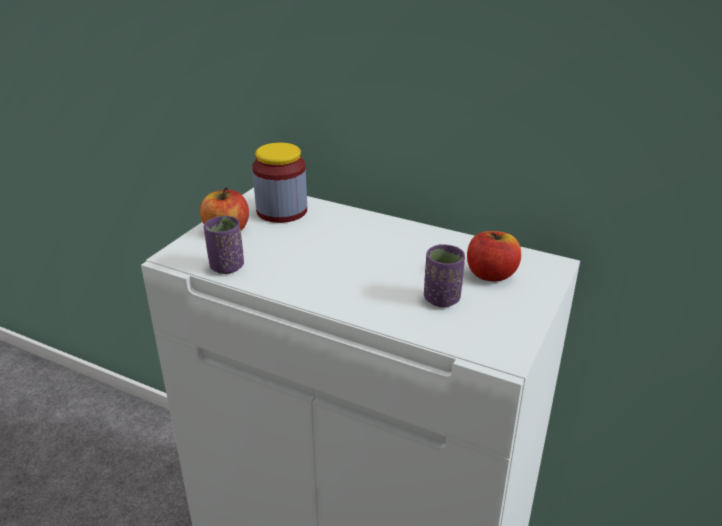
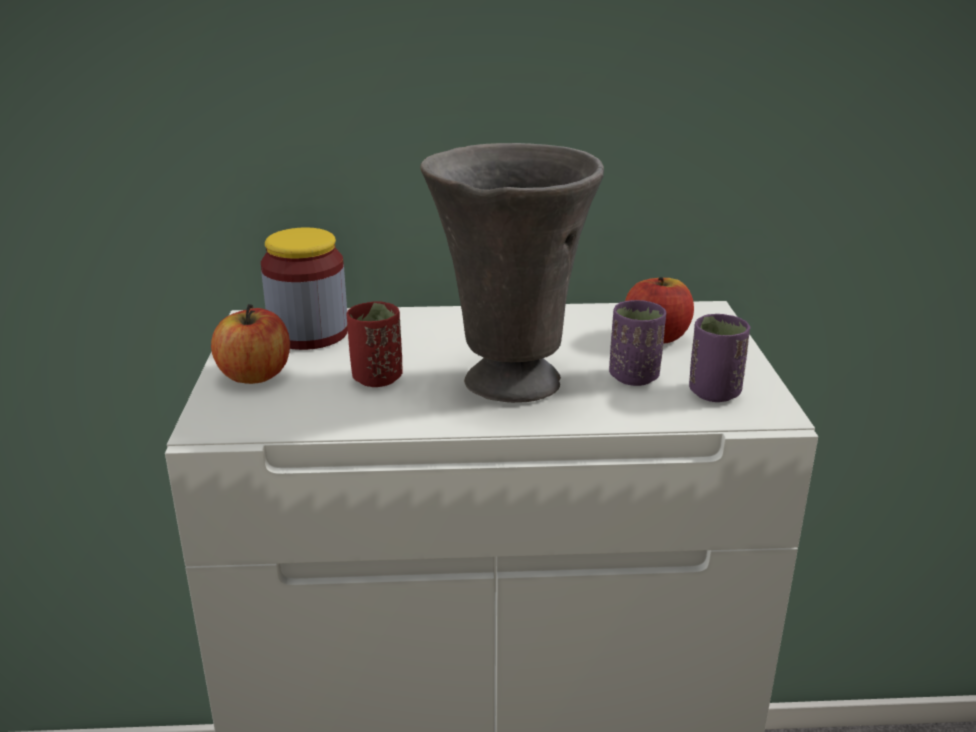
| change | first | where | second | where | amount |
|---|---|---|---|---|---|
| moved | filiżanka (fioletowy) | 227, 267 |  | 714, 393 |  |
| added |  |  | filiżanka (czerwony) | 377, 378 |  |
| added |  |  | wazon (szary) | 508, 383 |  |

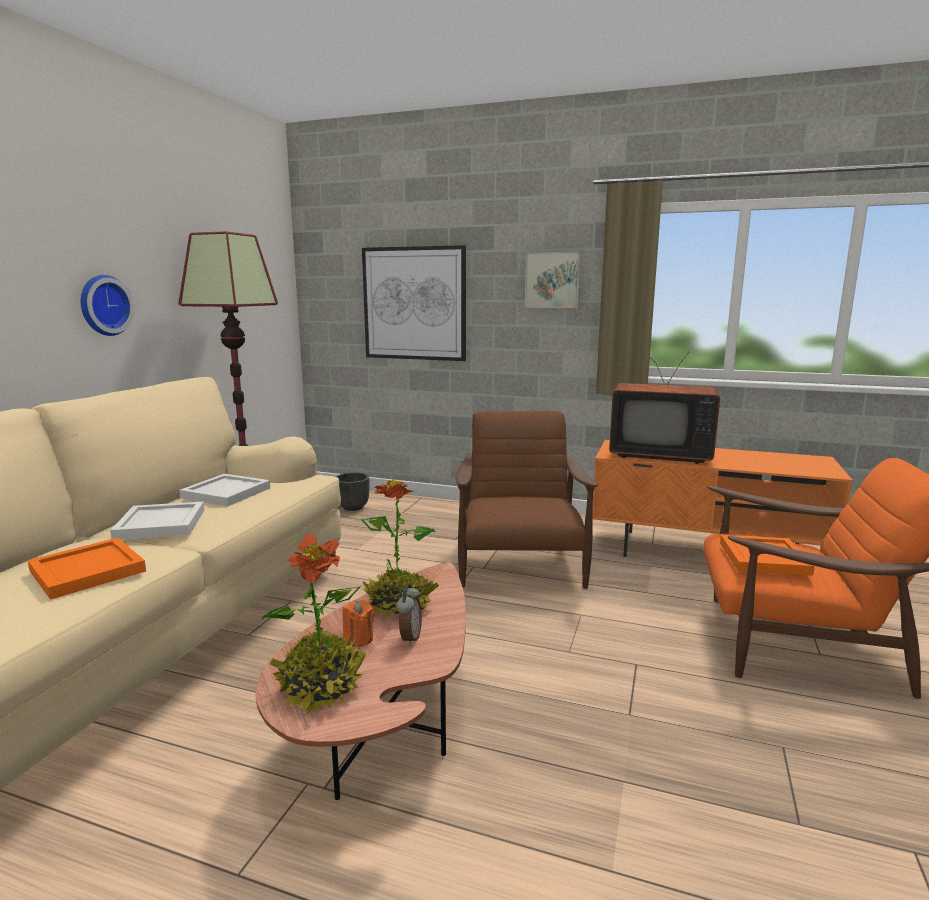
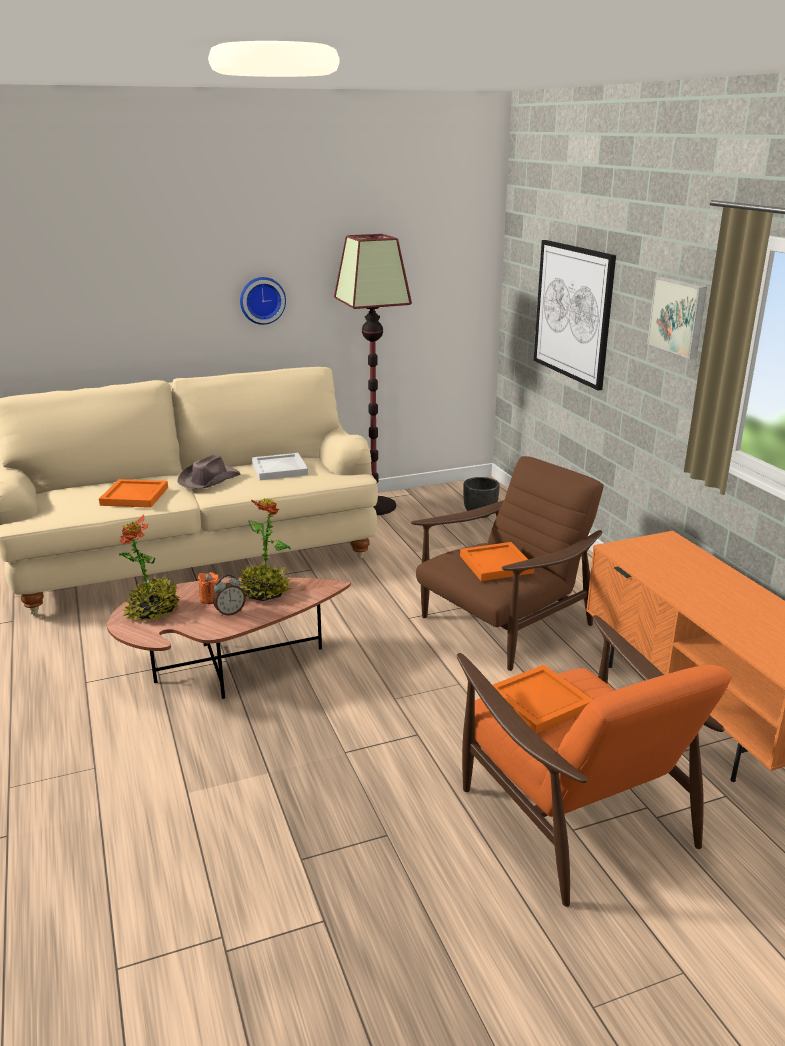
| change | first | where | second | where | amount |
|---|---|---|---|---|---|
| replaced | taca (biały) | 159, 524 | kapelusz (brązowy) | 208, 479 |  |
| removed | telewizor | 659, 454 |  |  |  |
| added |  |  | taca (pomarańczowy) | 496, 564 |  |

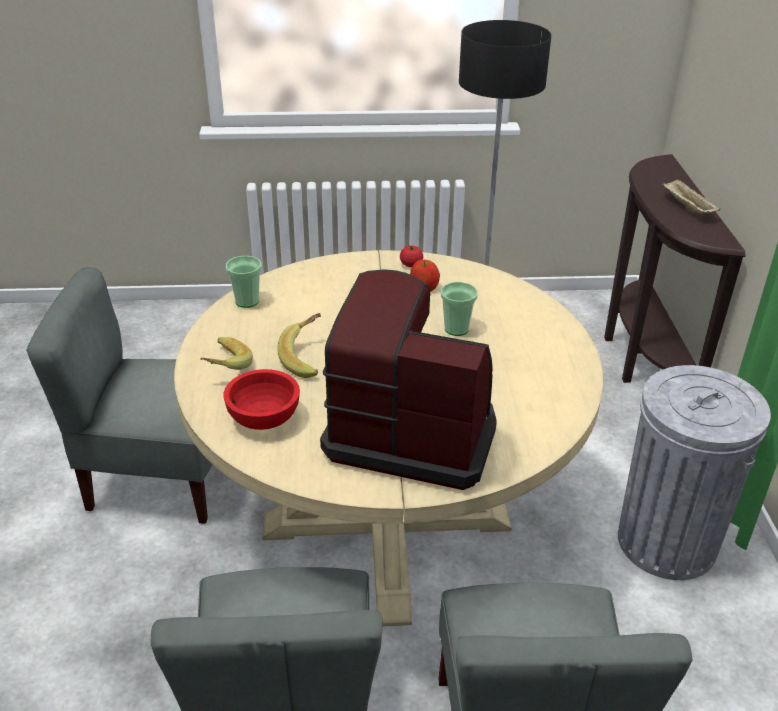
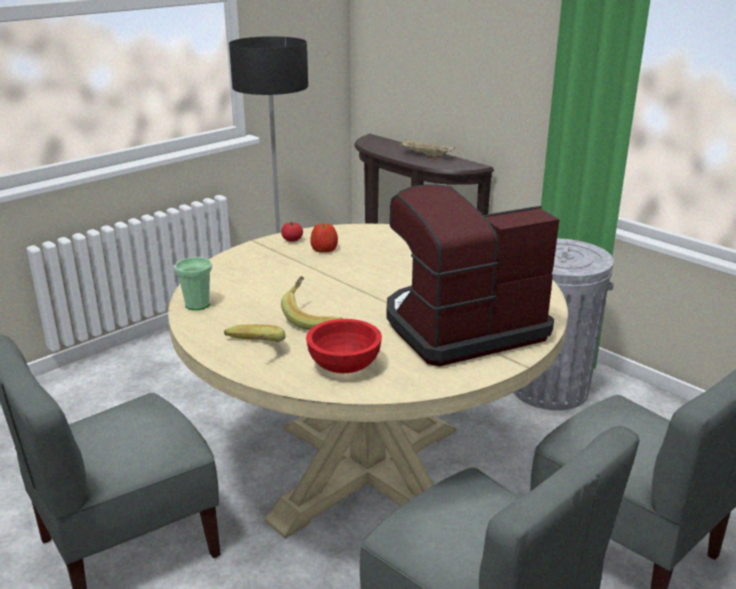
| change | first | where | second | where | amount |
|---|---|---|---|---|---|
| removed | filiżanka | 456, 329 |  |  |  |

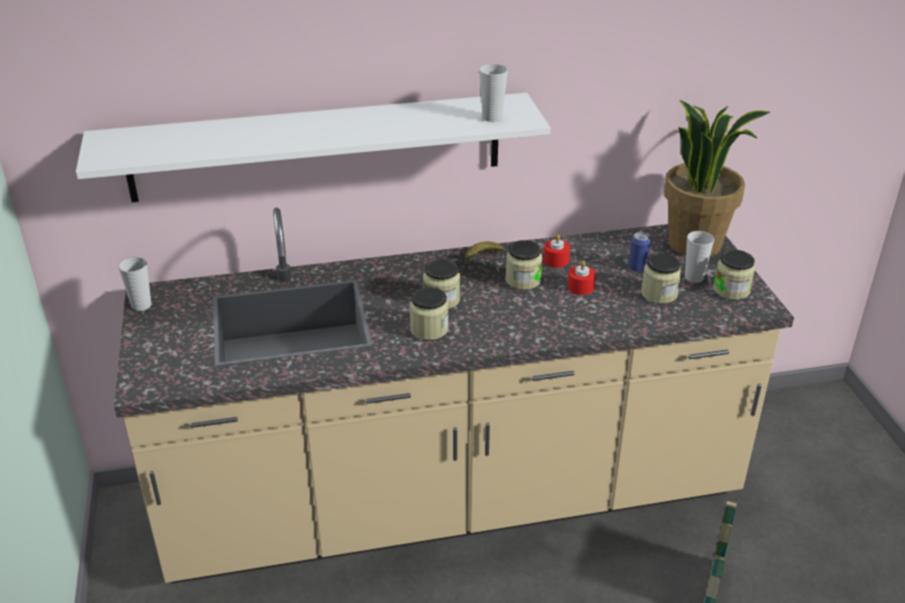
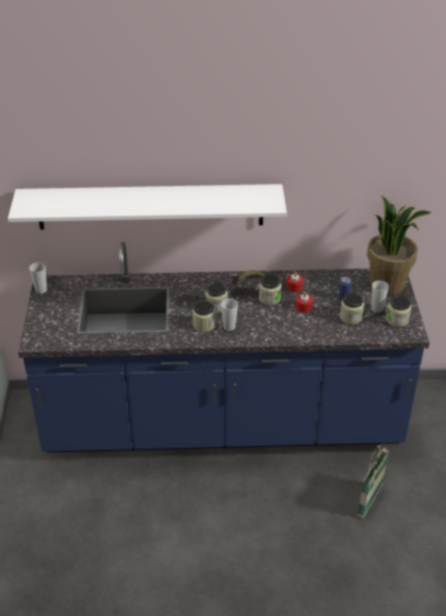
| change | first | where | second | where | amount |
|---|---|---|---|---|---|
| recoloured | zabudowa kuchenna (beżowy) | 452, 501 | zabudowa kuchenna (niebieski) | 223, 425 |  |
| moved | filiżanka | 492, 118 |  | 229, 327 |  |

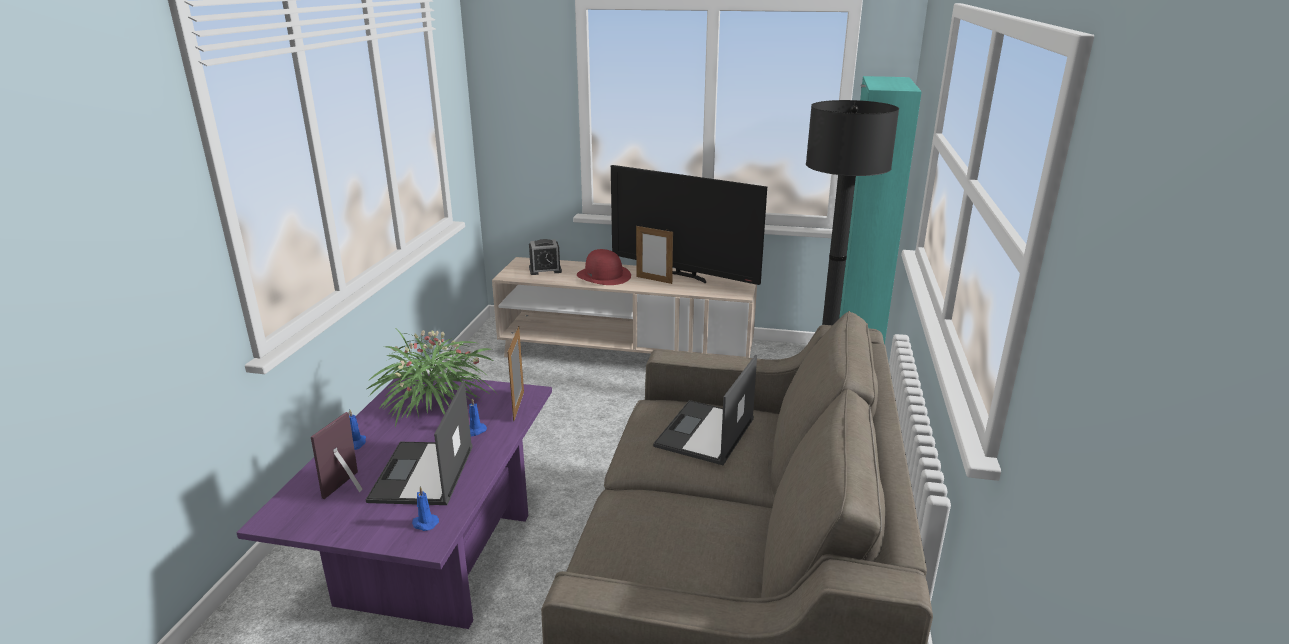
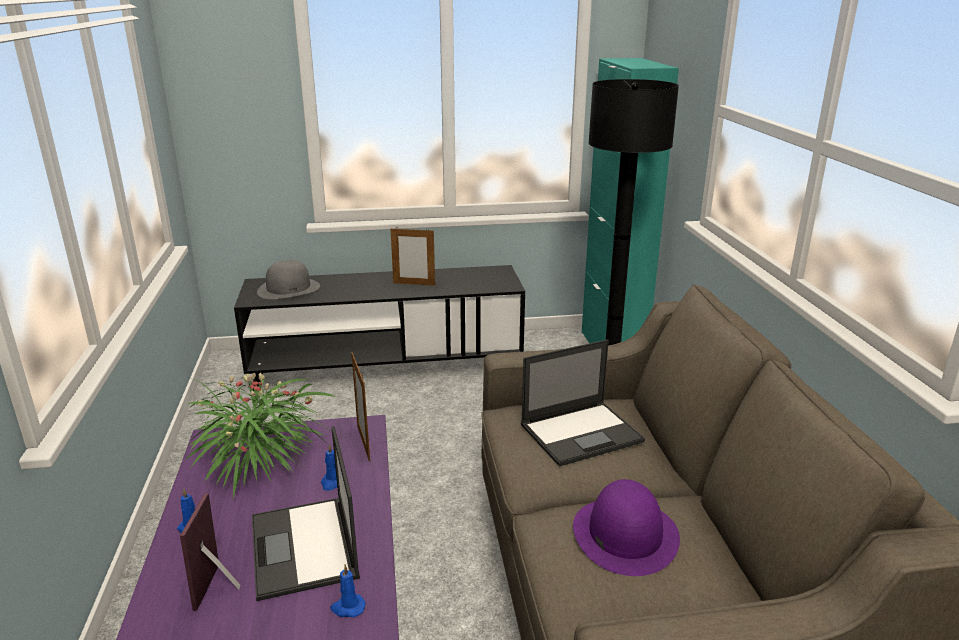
| change | first | where | second | where | amount |
|---|---|---|---|---|---|
| recoloured | szafka pod telewizor (beżowy) | 626, 354 | szafka pod telewizor (czarny) | 387, 367 |  |
| replaced | budzik | 545, 270 | kapelusz (szary) | 289, 288 |  |
| removed | kapelusz (czerwony) | 604, 275 |  |  |  |
| removed | telewizor | 684, 276 |  |  |  |
| turned | laptop | 705, 433 |  | 582, 433 | 120 degrees counterclockwise |
| added |  |  | kapelusz (fioletowy) | 624, 534 |  |

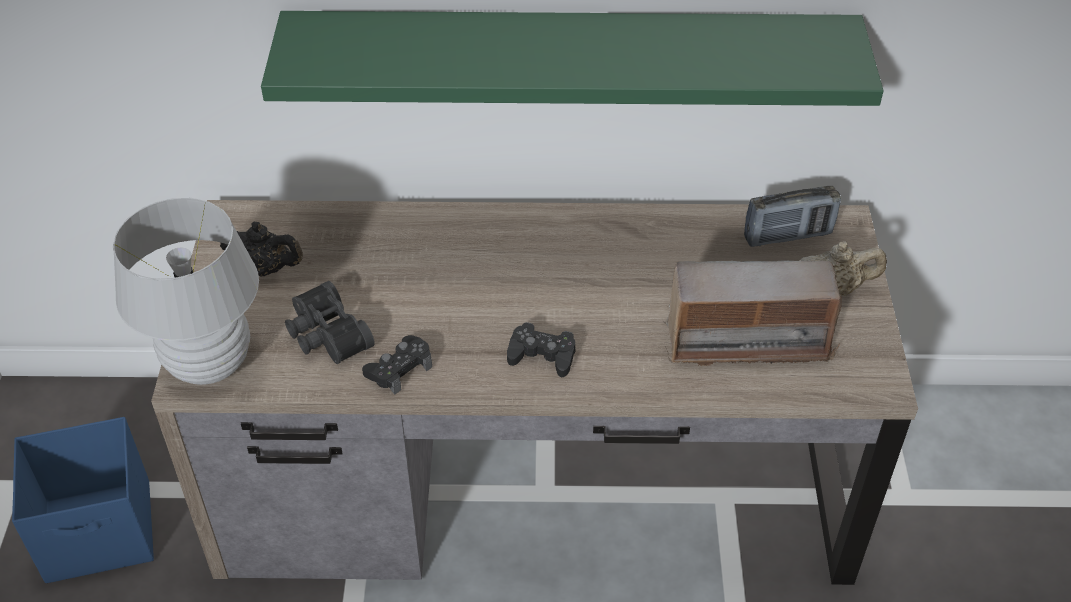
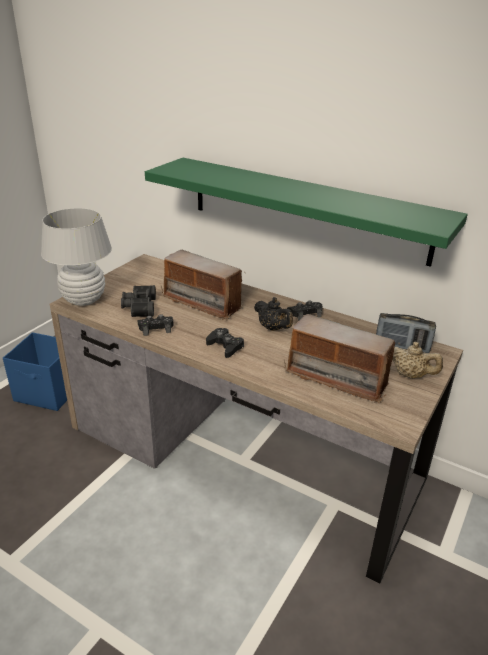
| change | first | where | second | where | amount |
|---|---|---|---|---|---|
| moved | imbryk (czarny) | 266, 268 |  | 273, 328 |  |
| added |  |  | radio | 203, 303 |  |
| added |  |  | pad do gier (czarny) | 305, 314 |  |

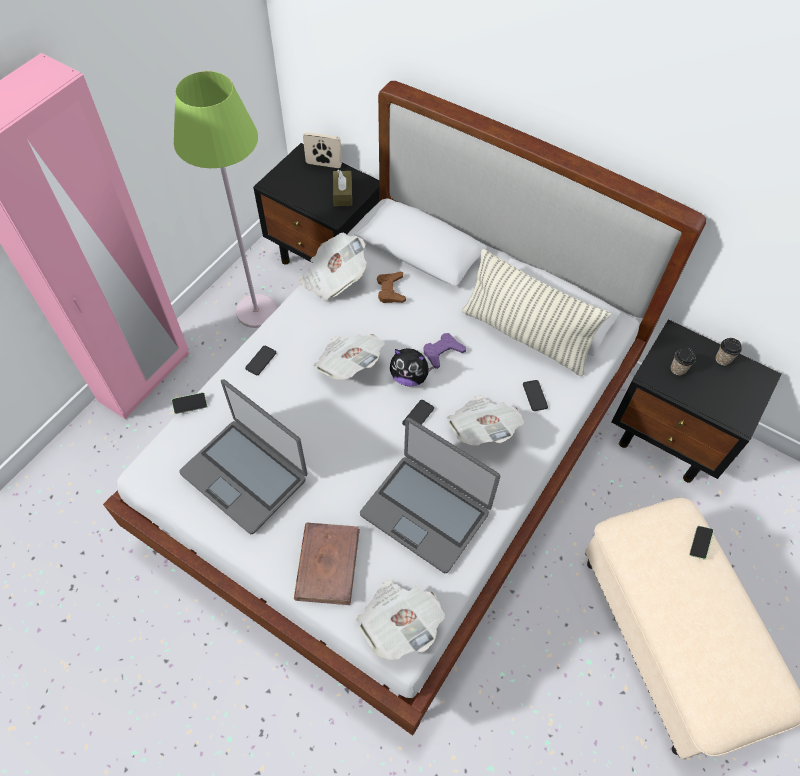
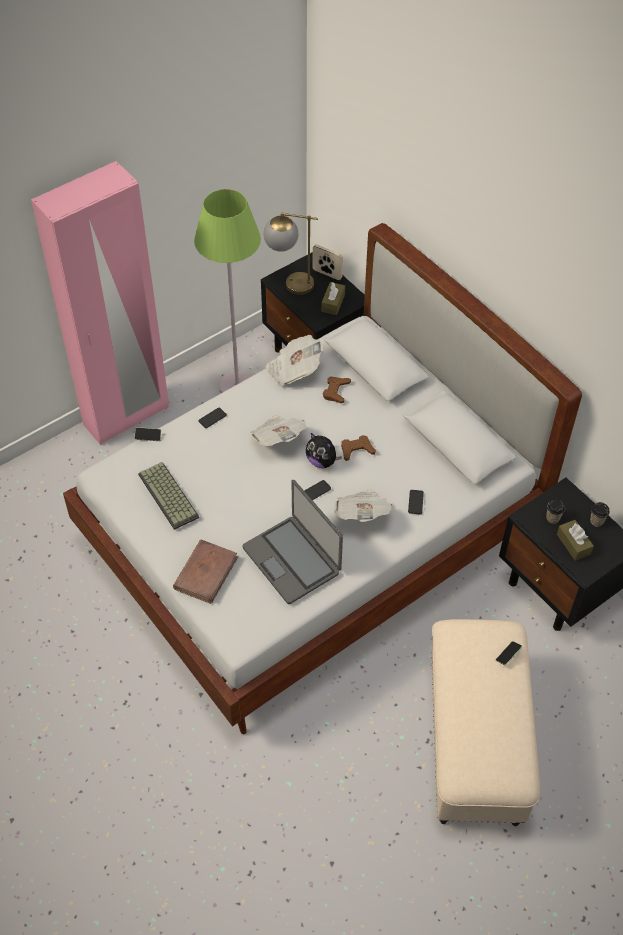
| change | first | where | second | where | amount |
|---|---|---|---|---|---|
| replaced | laptop | 245, 475 | klawiatura | 170, 496 |  |
| removed | gazeta | 399, 622 |  |  |  |
| recoloured | pad do gier (fioletowy) | 442, 352 | pad do gier (brązowy) | 356, 450 |  |
| removed | poduszka | 525, 336 |  |  |  |
| added |  |  | lampa stołowa | 289, 283 |  |
| added |  |  | pudełko chusteczek (brązowy) | 573, 544 |  |

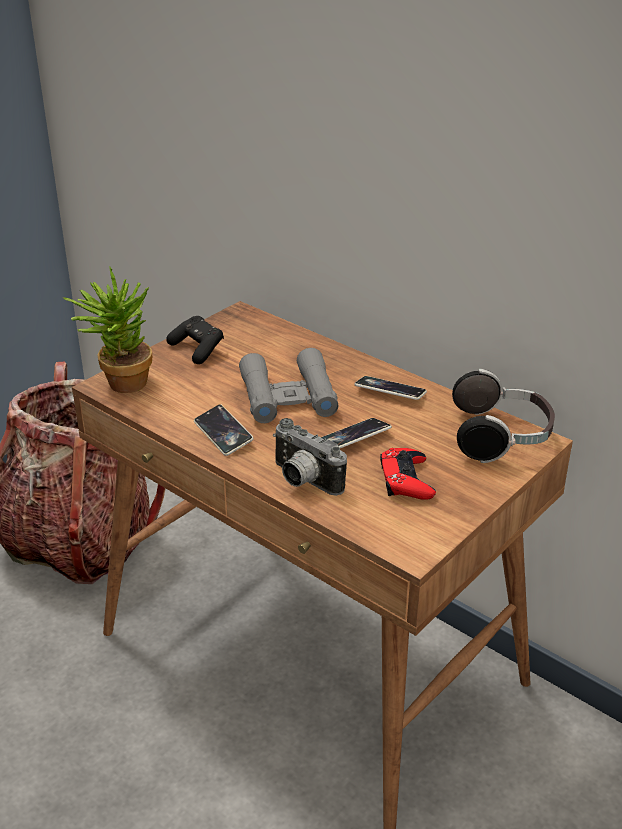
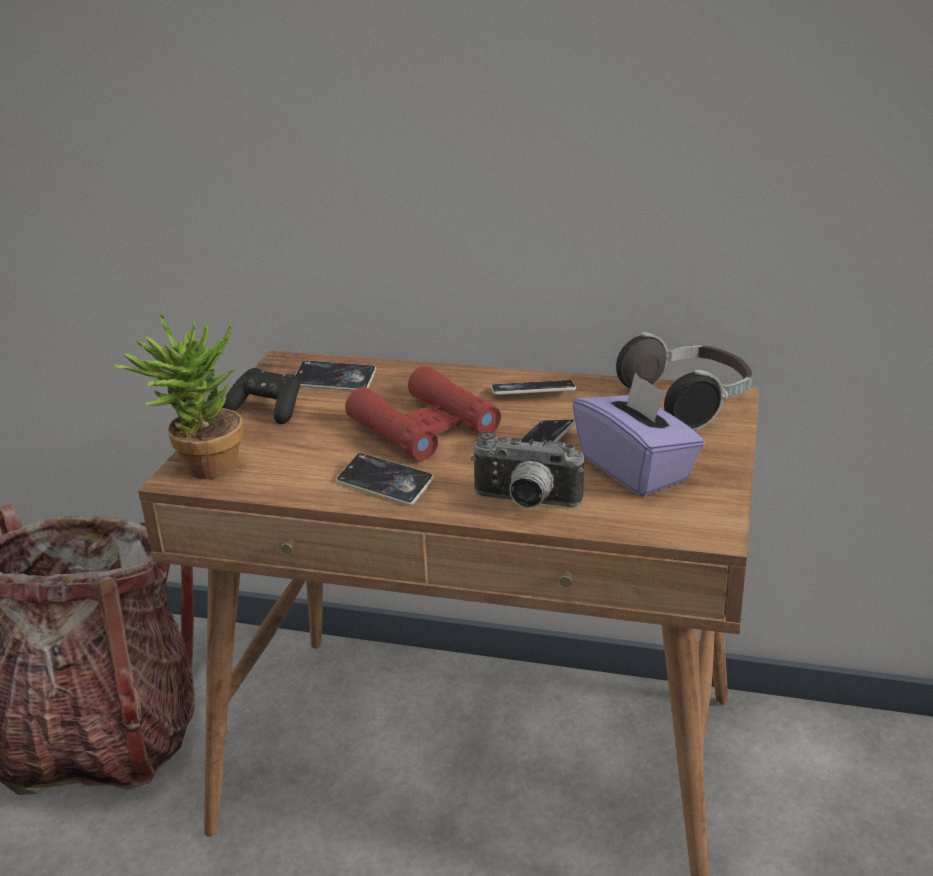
| change | first | where | second | where | amount |
|---|---|---|---|---|---|
| recoloured | lornetka (szary) | 288, 396 | lornetka (czerwony) | 424, 427 |  |
| replaced | pad do gier (czerwony) | 406, 480 | pudełko chusteczek (fioletowy) | 636, 469 |  |
| added |  |  | telefon | 334, 381 |  |

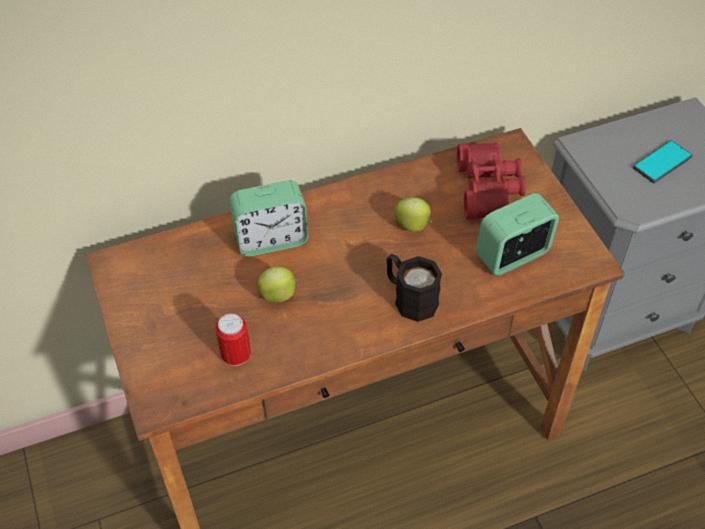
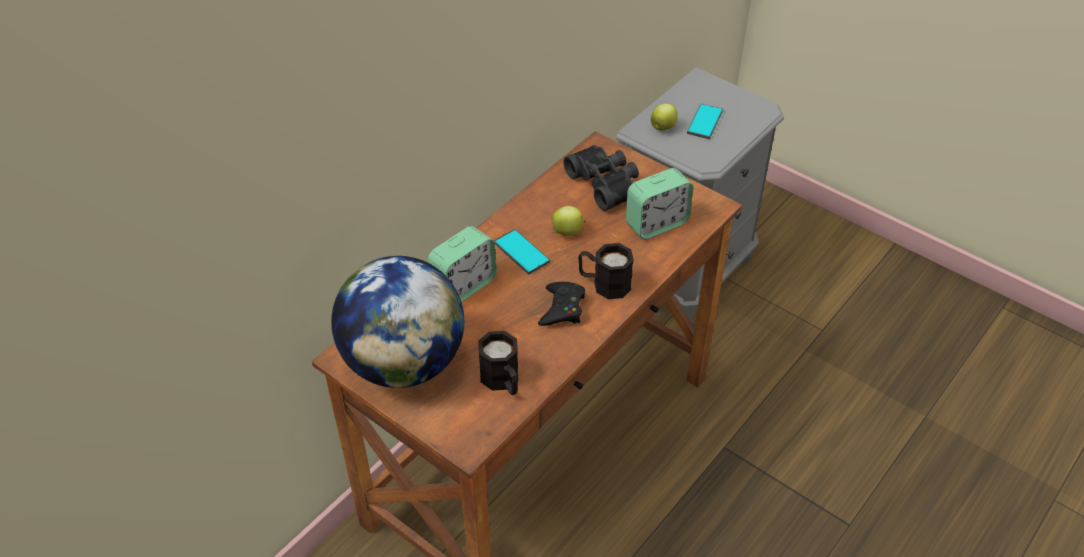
| change | first | where | second | where | amount |
|---|---|---|---|---|---|
| replaced | puszka | 236, 356 | kubek (czarny) | 503, 381 |  |
| moved | jabłko | 279, 295 |  | 663, 127 |  |
| recoloured | lornetka (czerwony) | 490, 189 | lornetka (czarny) | 605, 183 |  |
| turned | budzik | 512, 255 |  | 656, 224 | 150 degrees counterclockwise |
| added |  |  | globus | 404, 363 |  |
| added |  |  | telefon | 521, 252 |  |
| added |  |  | pad do gier (czarny) | 562, 308 |  |

